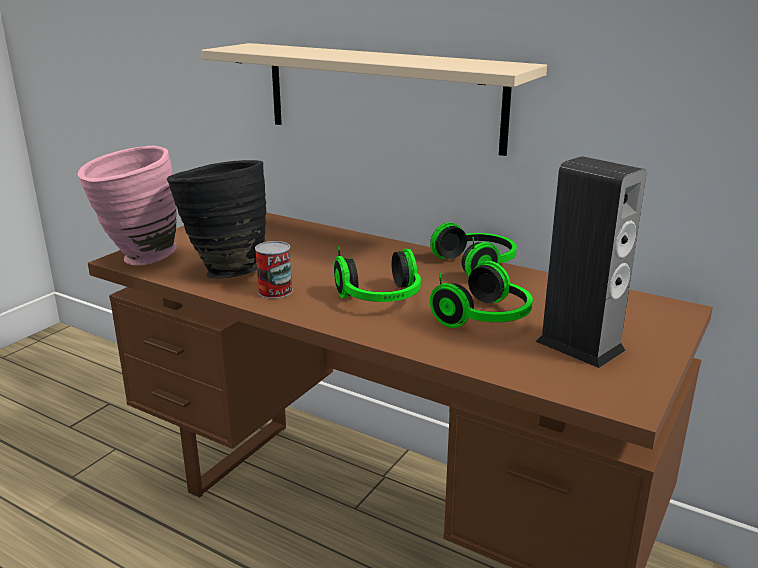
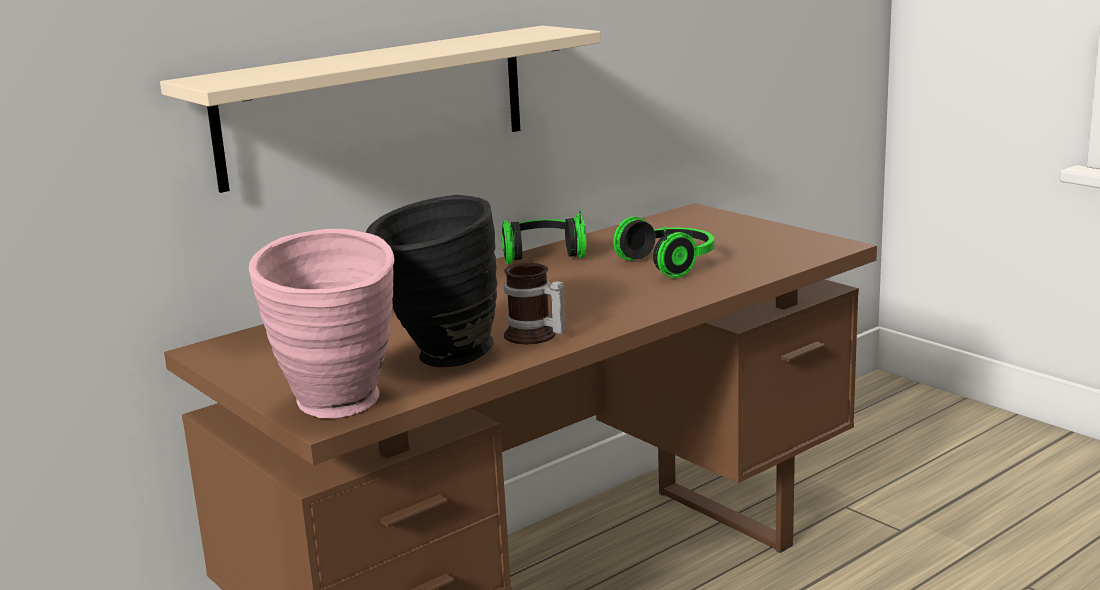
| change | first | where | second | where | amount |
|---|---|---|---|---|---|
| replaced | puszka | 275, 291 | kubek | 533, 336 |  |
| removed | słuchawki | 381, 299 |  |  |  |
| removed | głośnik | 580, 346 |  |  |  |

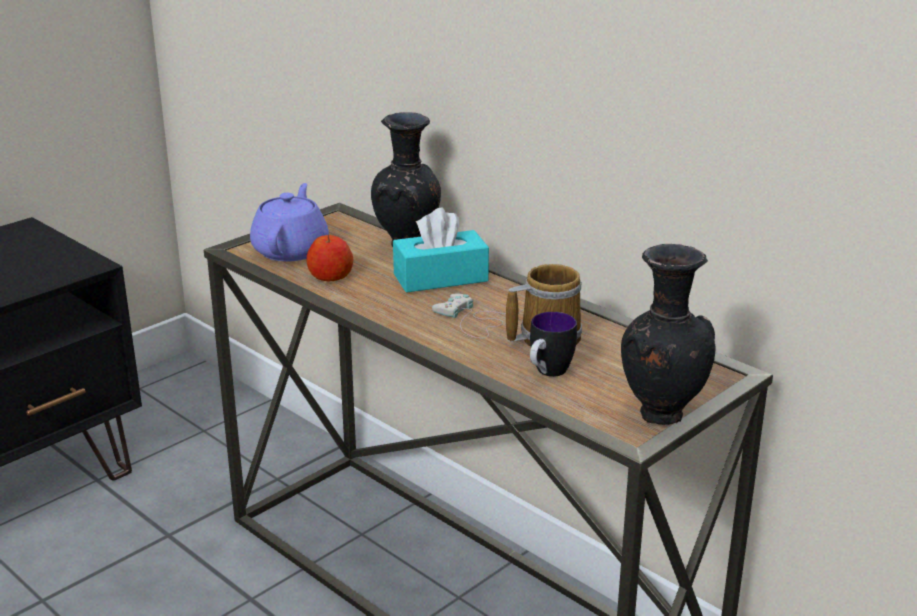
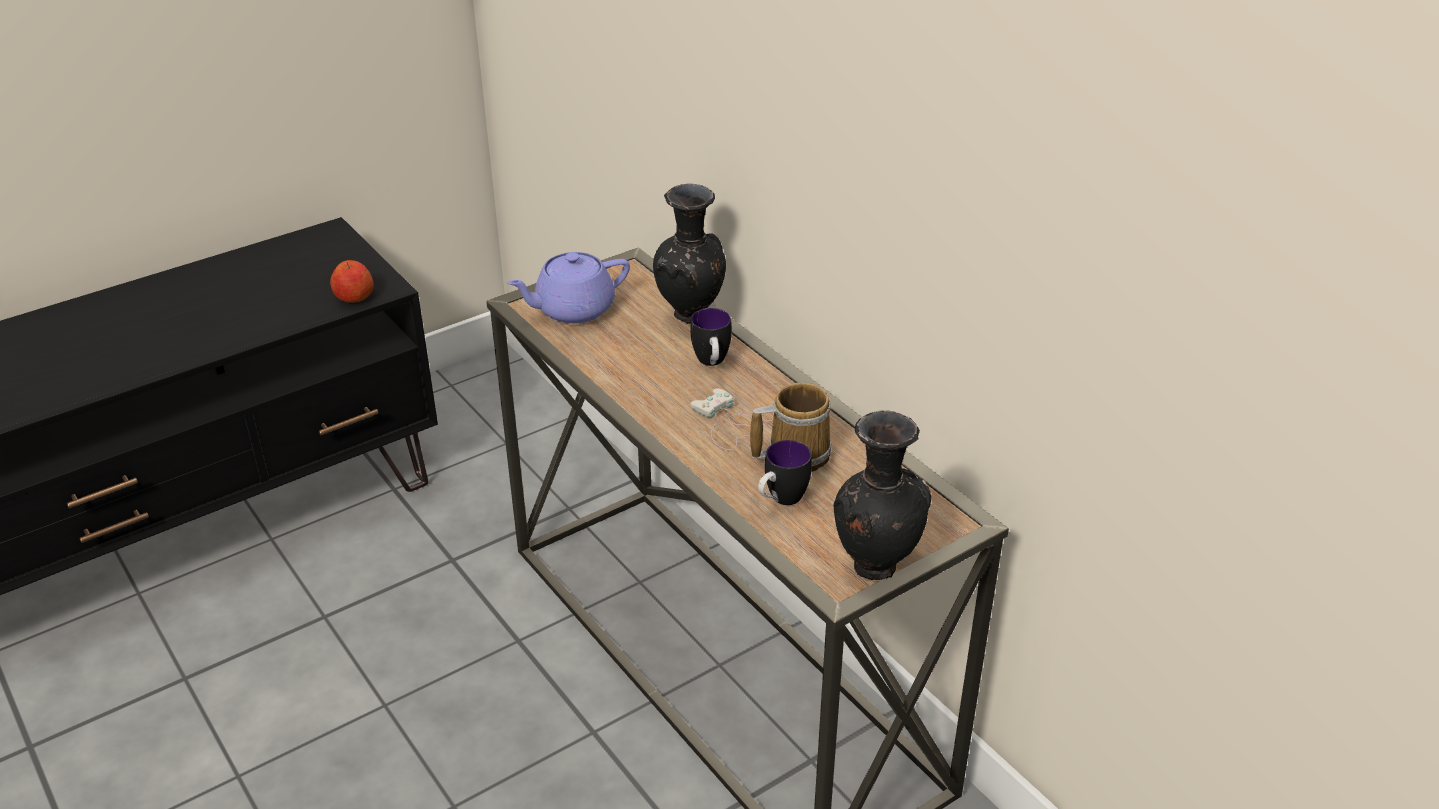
| change | first | where | second | where | amount |
|---|---|---|---|---|---|
| turned | imbryk (fioletowy) | 291, 250 |  | 573, 309 | 135 degrees counterclockwise |
| moved | jabłko | 330, 277 |  | 354, 297 |  |
| replaced | pudełko chusteczek (turkusowy) | 440, 278 | kubek | 712, 363 |  |

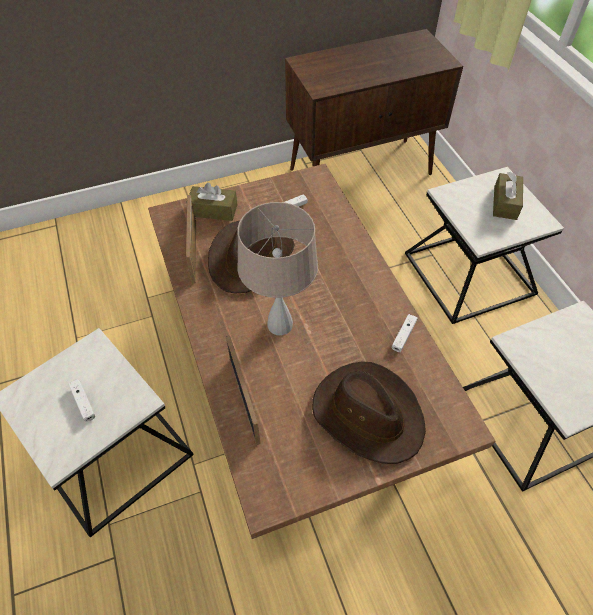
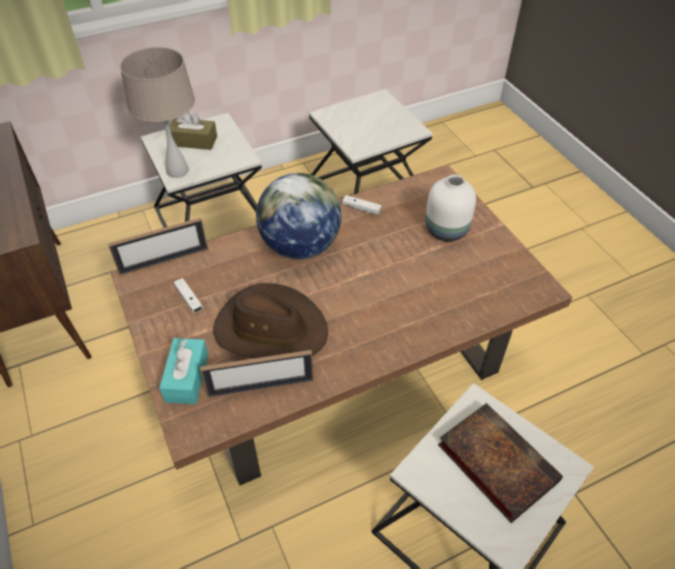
| change | first | where | second | where | amount |
|---|---|---|---|---|---|
| replaced | pad do gier (biały) | 83, 402 | książka | 494, 461 |  |
| recoloured | pudełko chusteczek (brązowy) | 213, 210 | pudełko chusteczek (turkusowy) | 187, 377 |  |
| moved | ramka na zdjęcie | 244, 400 |  | 164, 261 |  |
| moved | lampa stołowa (beżowy) | 280, 324 |  | 177, 171 |  |
| replaced | kapelusz (brązowy) | 368, 414 | wazon (biały) | 445, 230 |  |
| added |  |  | globus | 300, 246 |  |

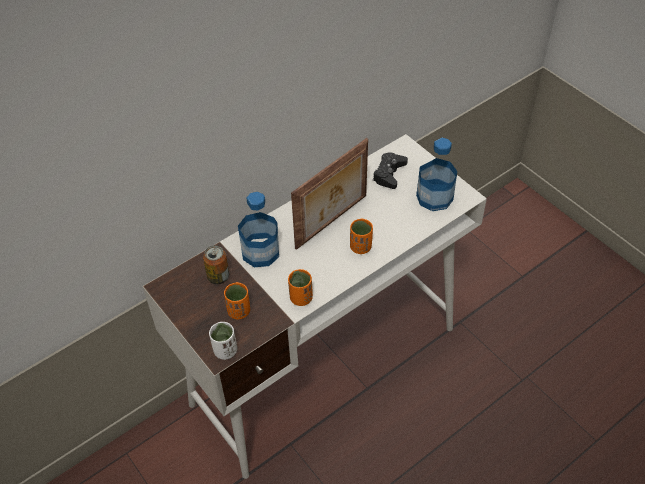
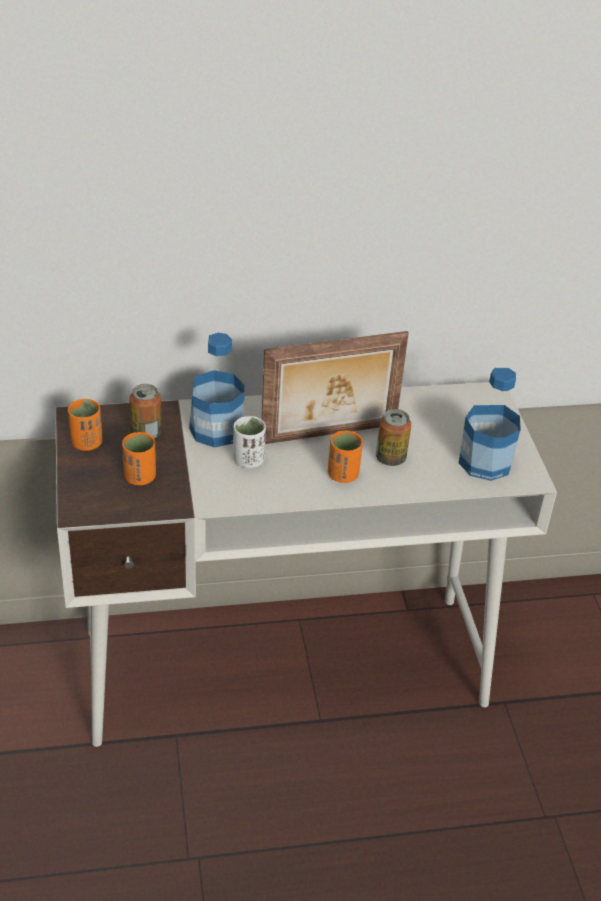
| change | first | where | second | where | amount |
|---|---|---|---|---|---|
| moved | filiżanka (biały) | 225, 350 |  | 248, 460 |  |
| moved | filiżanka (pomarańczowy) | 301, 298 |  | 87, 443 |  |
| removed | pad do gier (czarny) | 389, 174 |  |  |  |
| added |  |  | puszka | 390, 458 |  |

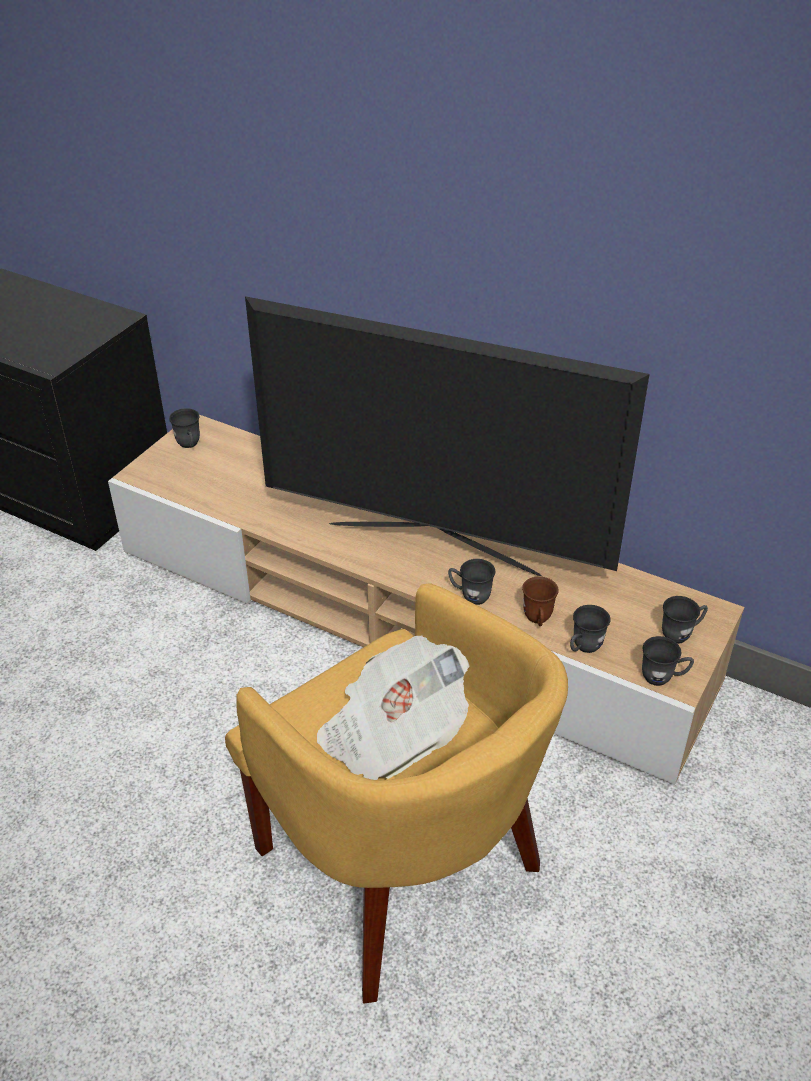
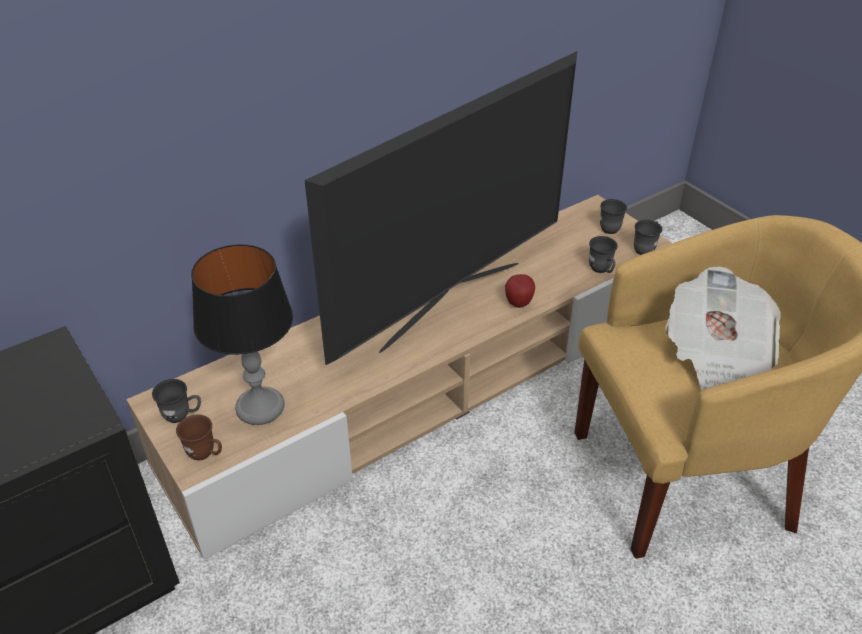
| change | first | where | second | where | amount |
|---|---|---|---|---|---|
| replaced | kubek (szary) | 470, 595 | jabłko | 518, 303 |  |
| moved | kubek (brązowy) | 538, 620 |  | 206, 454 |  |
| added |  |  | lampa stołowa | 260, 407 |  |

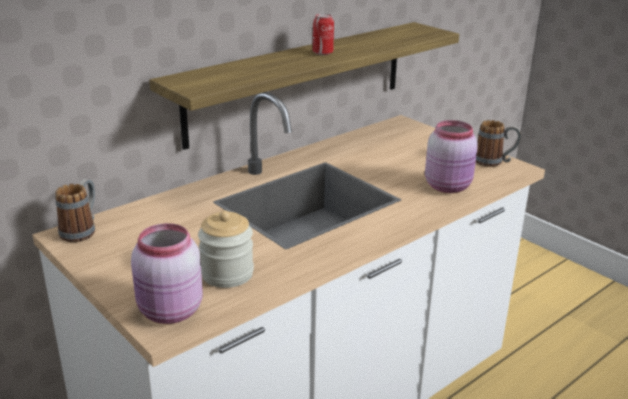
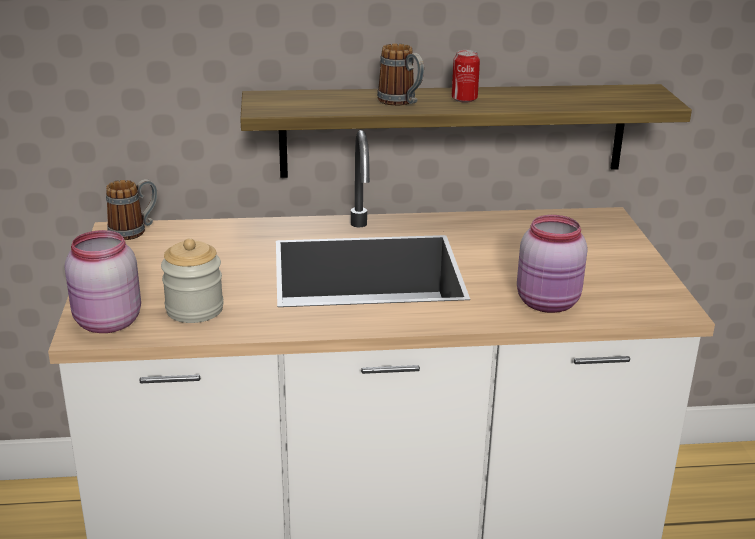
| change | first | where | second | where | amount |
|---|---|---|---|---|---|
| moved | kubek | 494, 162 |  | 401, 102 |  |

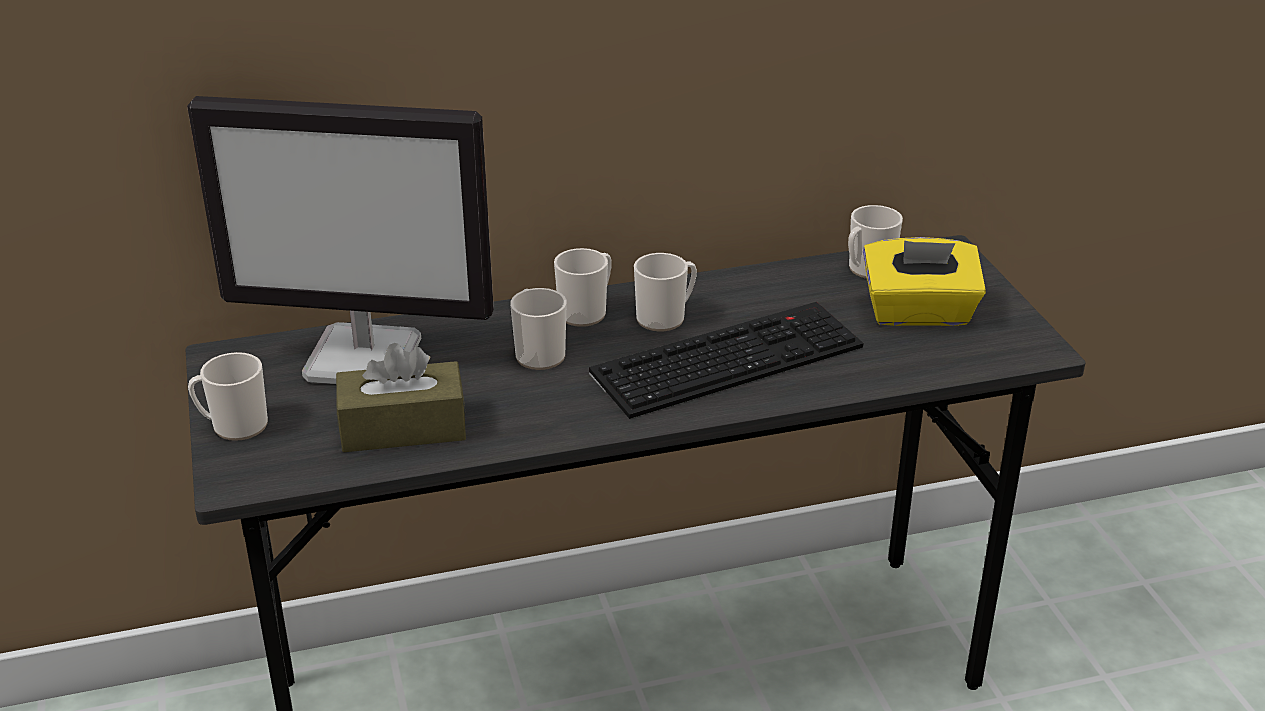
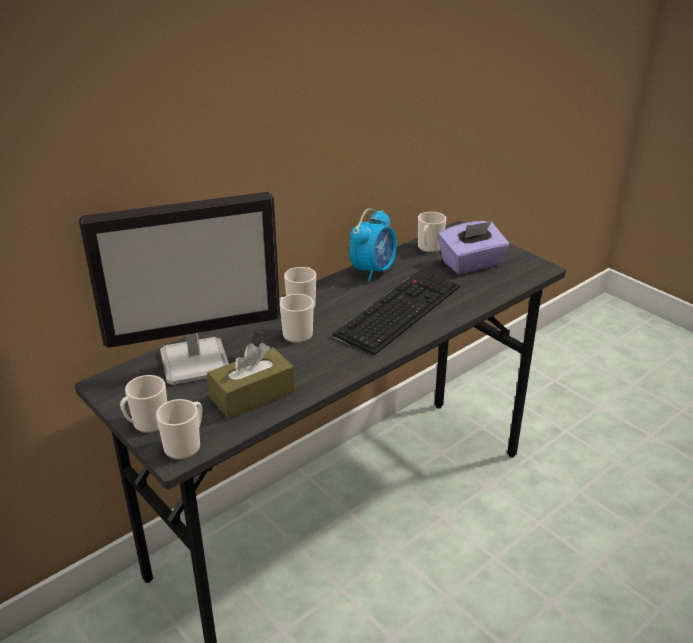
| change | first | where | second | where | amount |
|---|---|---|---|---|---|
| moved | kubek | 665, 317 |  | 185, 445 |  |
| recoloured | pudełko chusteczek (żółty) | 918, 313 | pudełko chusteczek (fioletowy) | 471, 264 |  |
| added |  |  | budzik | 373, 271 |  |

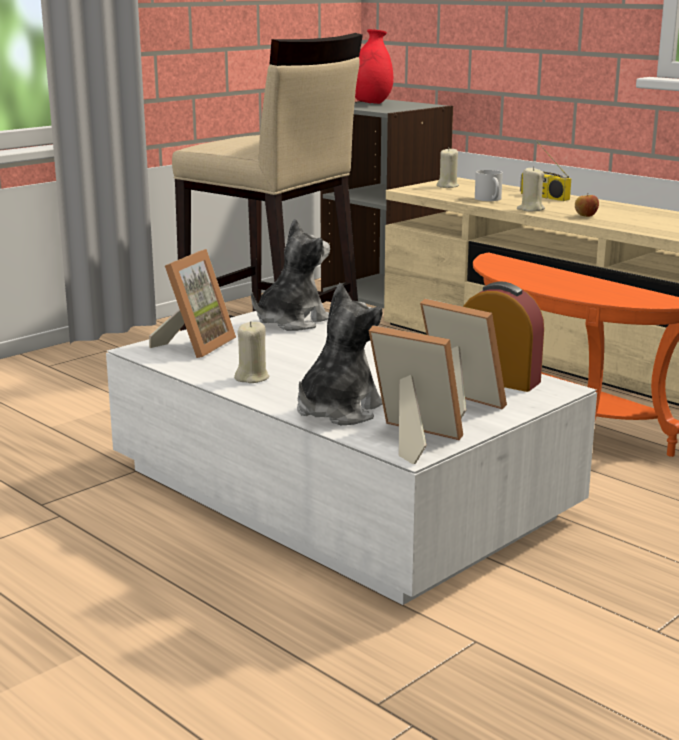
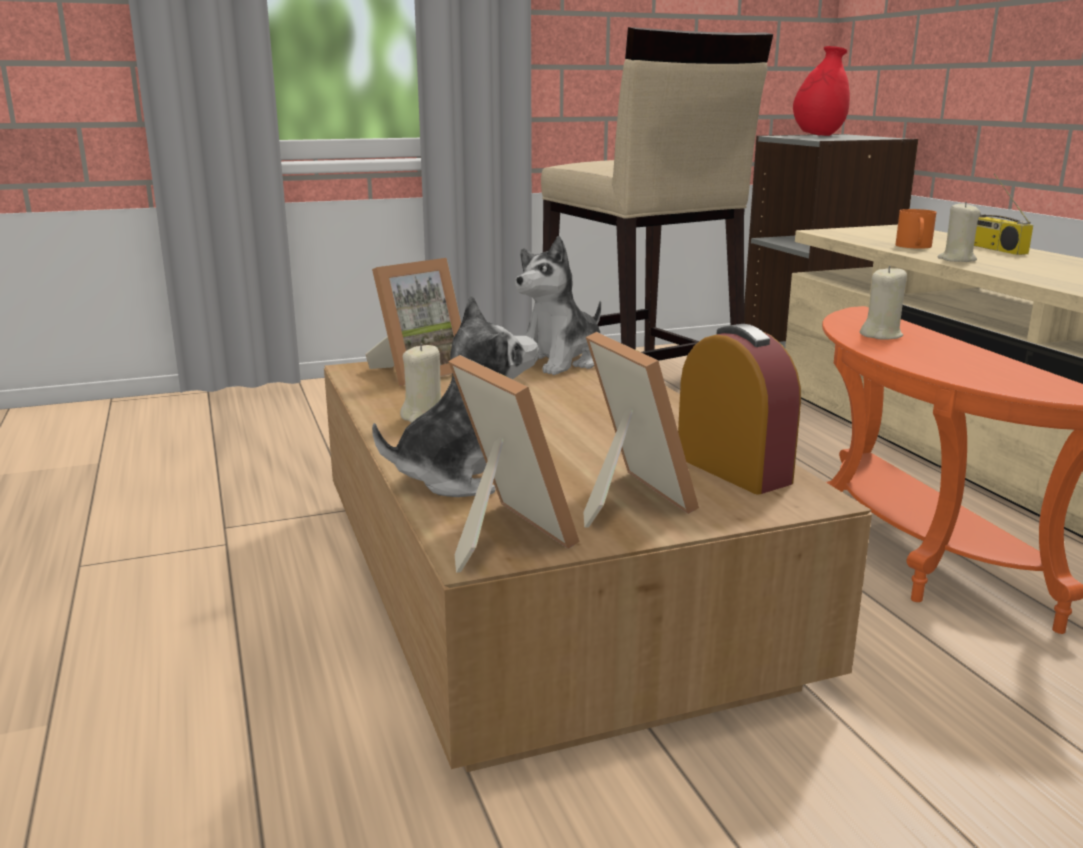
| change | first | where | second | where | amount |
|---|---|---|---|---|---|
| recoloured | ława (biały) | 337, 492 | ława (brązowy) | 540, 583 |  |
| turned | pluszak | 292, 322 |  | 561, 361 | 150 degrees clockwise |
| moved | świeca (beżowy) | 447, 186 |  | 881, 335 |  |
| recoloured | kubek (biały) | 490, 199 | kubek (pomarańczowy) | 914, 247 |  |
| removed | jabłko | 585, 215 |  |  |  |

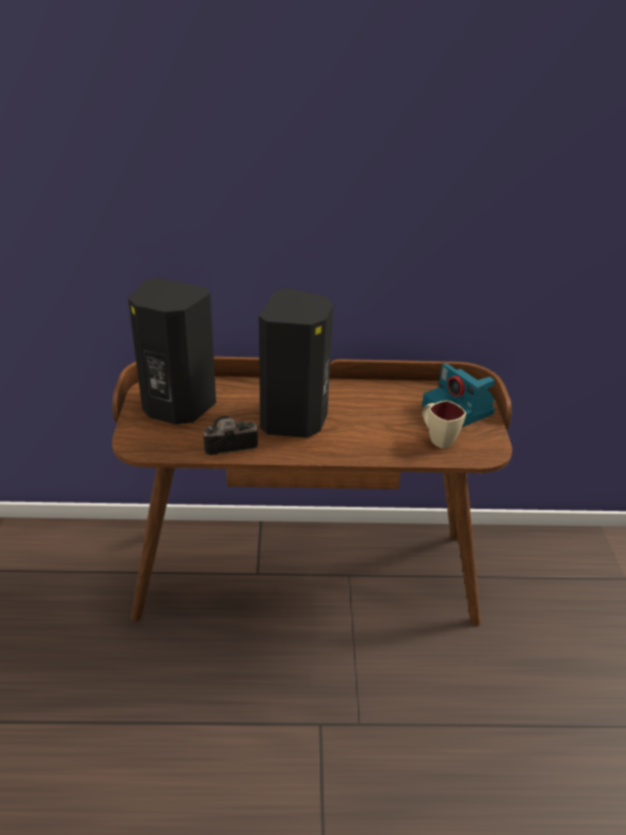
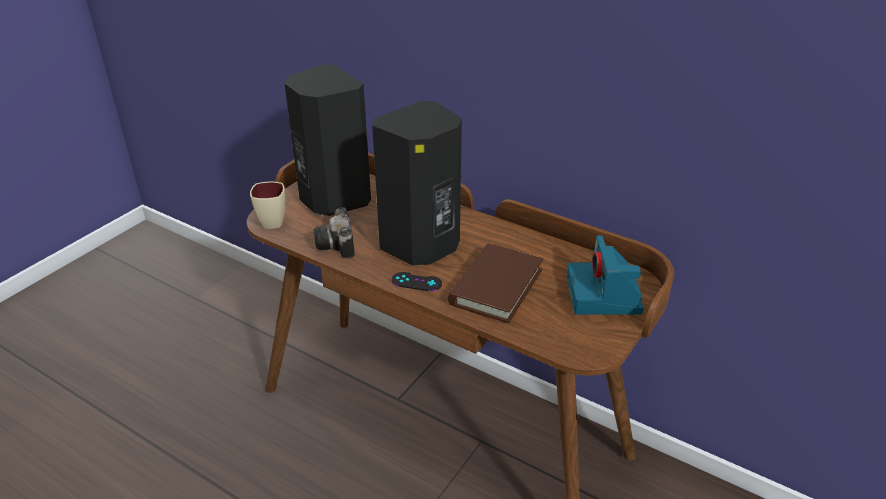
| change | first | where | second | where | amount |
|---|---|---|---|---|---|
| turned | aparat fotograficzny | 227, 444 |  | 338, 246 | 120 degrees counterclockwise |
| moved | kubek (beżowy) | 437, 439 |  | 273, 220 |  |
| added |  |  | pad do gier (czarny) | 416, 282 |  |
| added |  |  | książka (brązowy) | 496, 286 |  |

